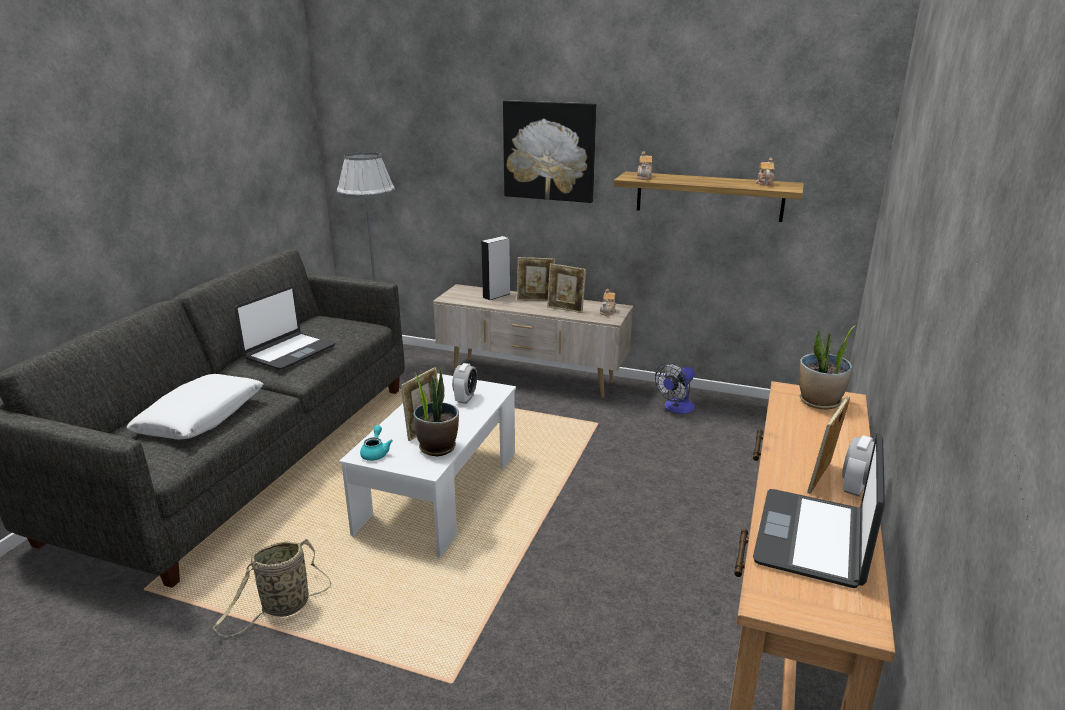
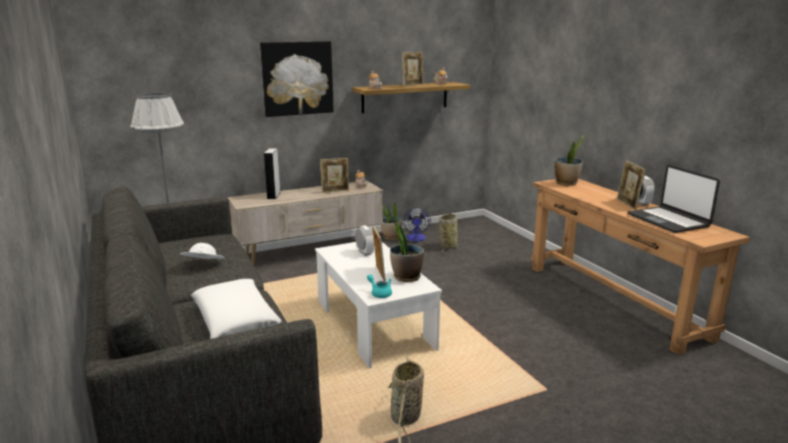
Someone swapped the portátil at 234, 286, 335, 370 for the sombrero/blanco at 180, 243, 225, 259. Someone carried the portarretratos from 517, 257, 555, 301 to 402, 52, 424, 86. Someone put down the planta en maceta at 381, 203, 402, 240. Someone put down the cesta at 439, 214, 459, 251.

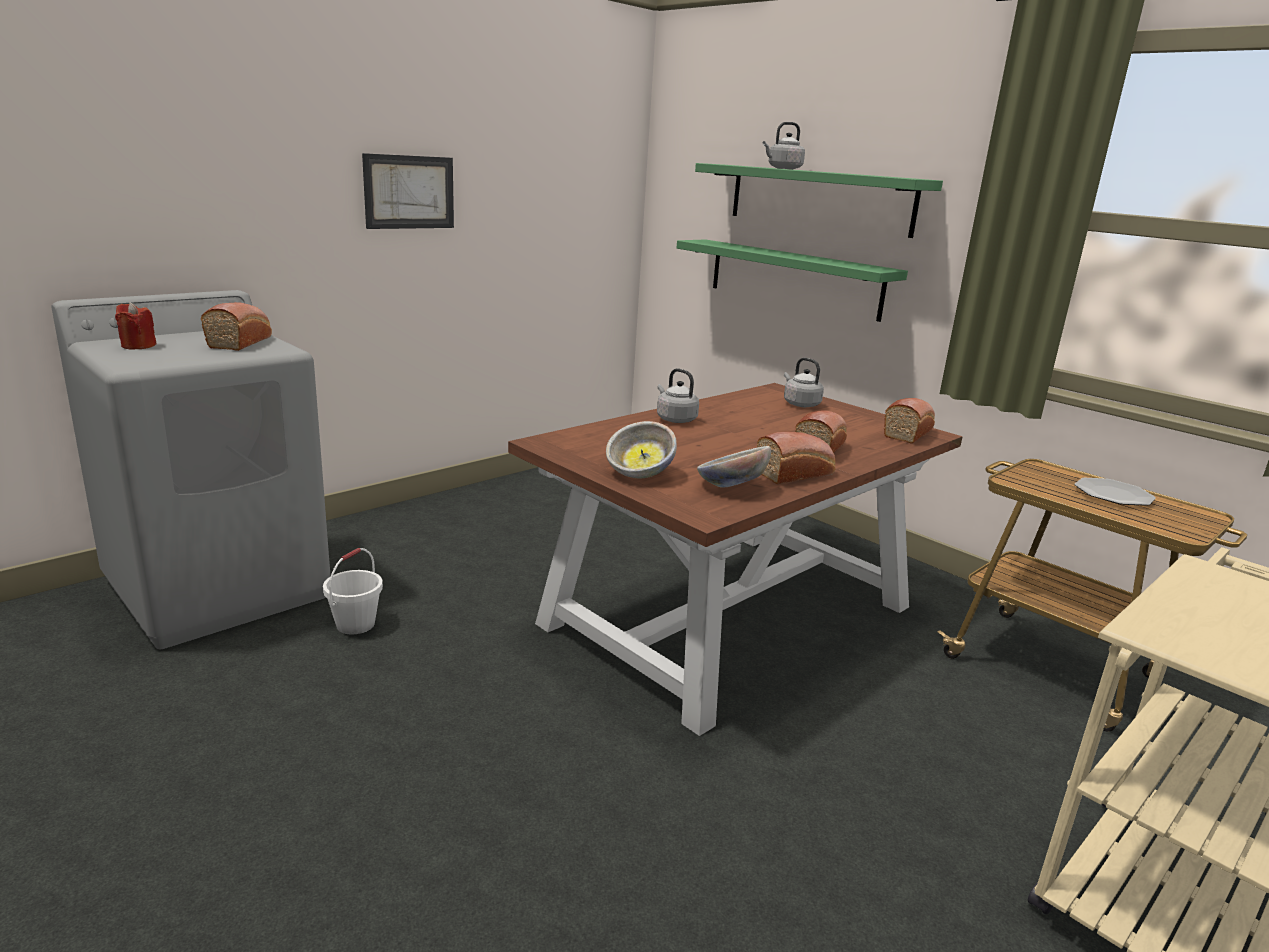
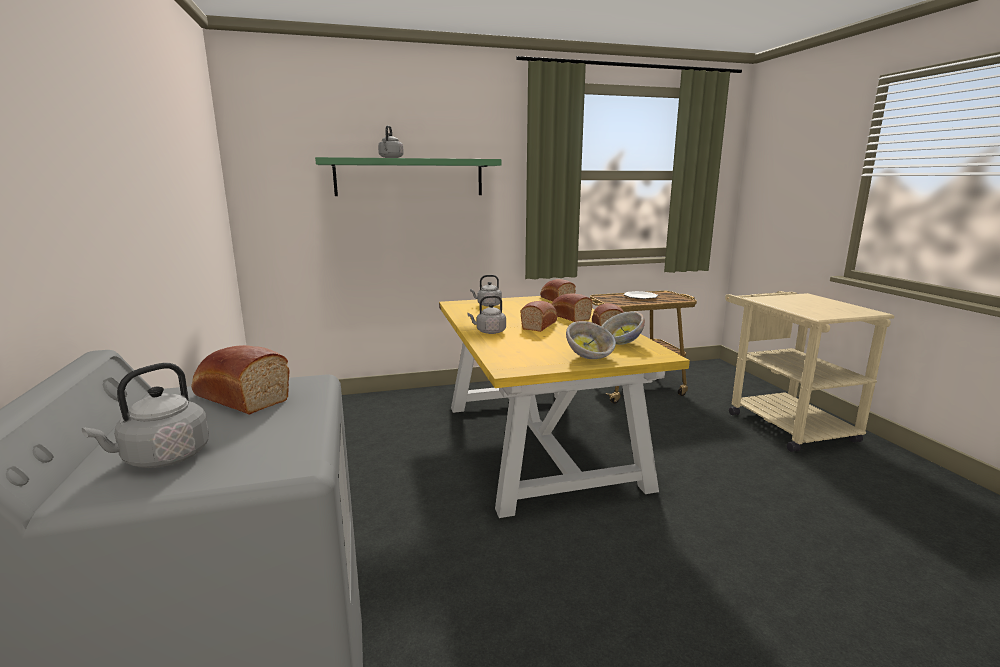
Someone swapped the vela/rojo at 115, 302, 157, 349 for the hervidor/gris at 82, 363, 209, 468. Someone took away the cubo/blanco at 323, 548, 383, 635. Someone took away the cuadro at 362, 153, 454, 229. Someone repainted the mesa de comedor/marrón at 508, 383, 963, 736, which became the mesa de comedor/amarillo at 439, 296, 690, 518. Someone took away the estante/verde at 677, 239, 908, 322. Someone put down the pan at 521, 301, 557, 332.

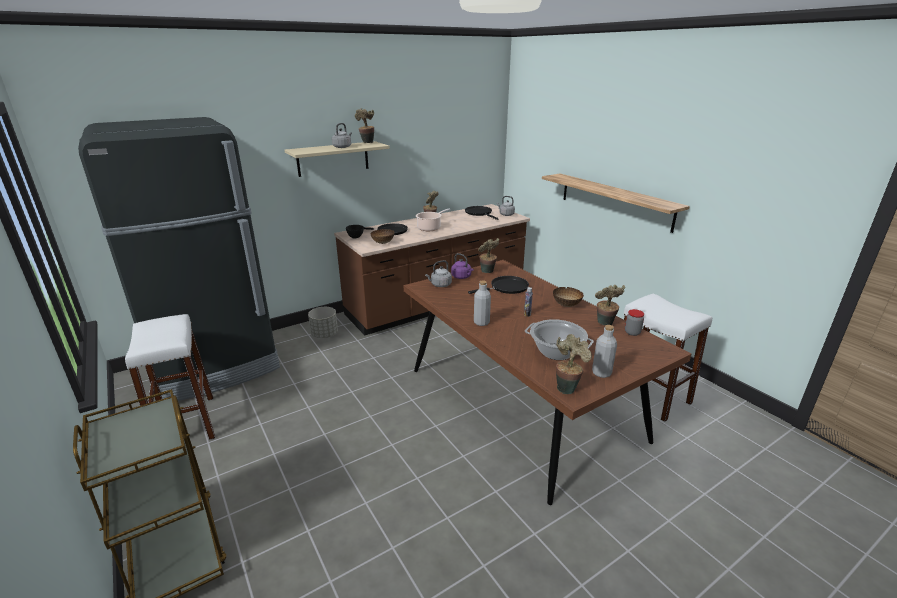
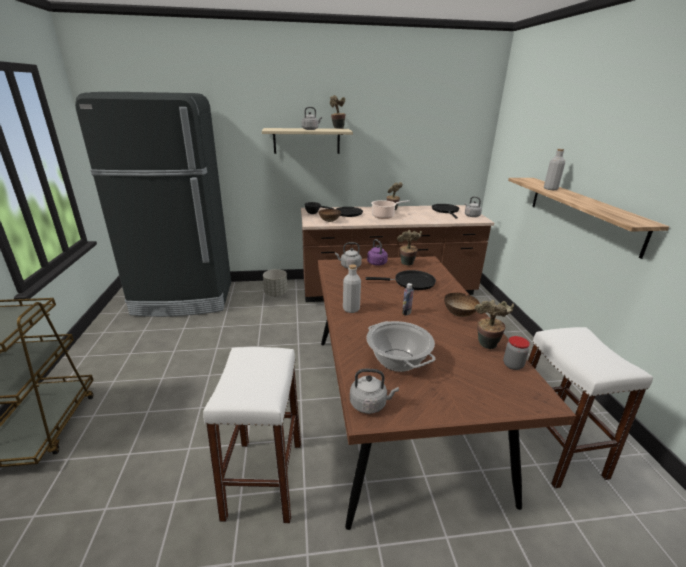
Someone carried the taburete/blanco from 125, 314, 215, 440 to 203, 347, 301, 523. Someone swapped the planta en maceta at 556, 334, 592, 394 for the hervidor/gris at 350, 369, 399, 414. Someone carried the botella/gris from 592, 325, 617, 378 to 544, 149, 565, 190.

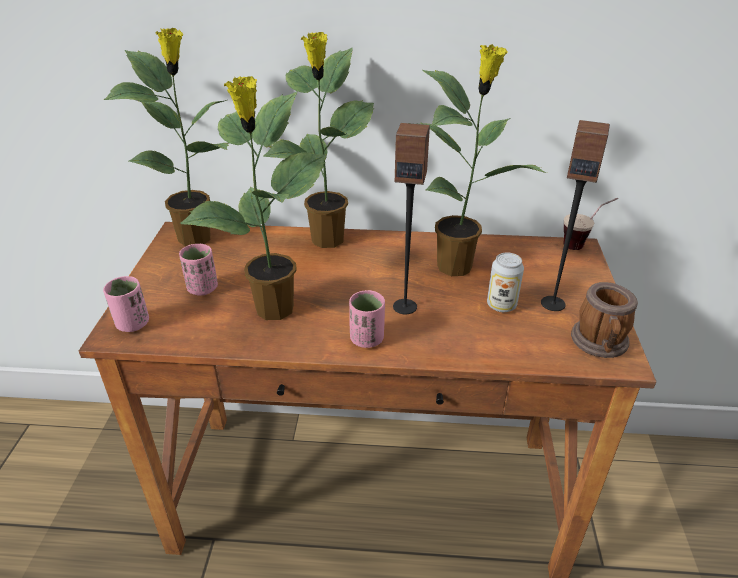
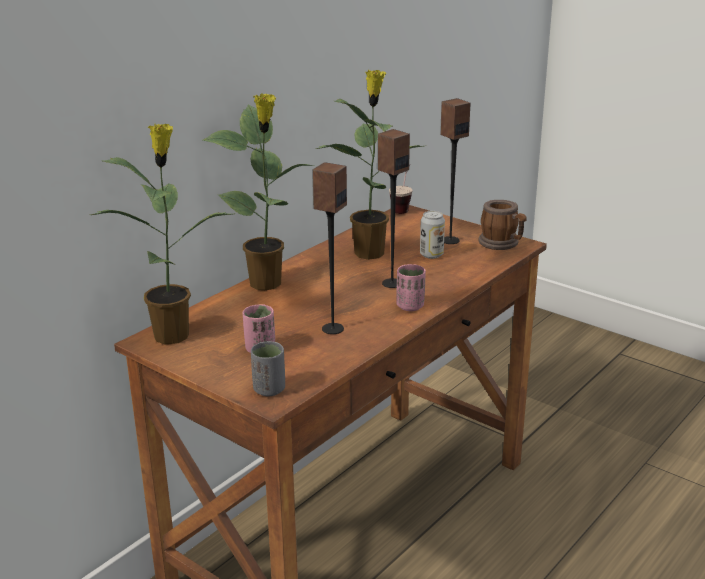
Someone repainted the taza/rosa at 103, 276, 149, 332, which became the taza/gris at 251, 341, 285, 396. Someone swapped the planta en maceta at 180, 76, 327, 320 for the altavoz at 312, 162, 347, 334.

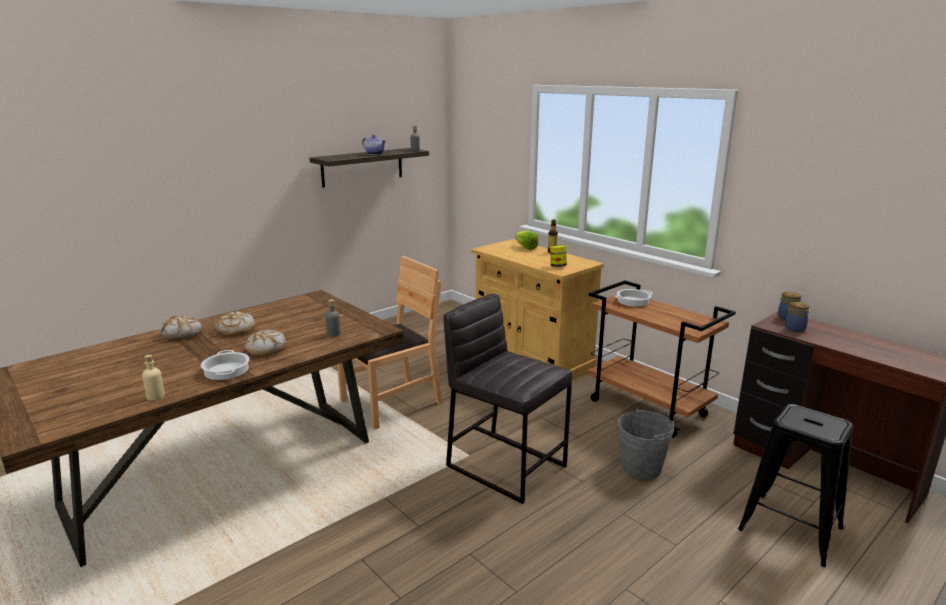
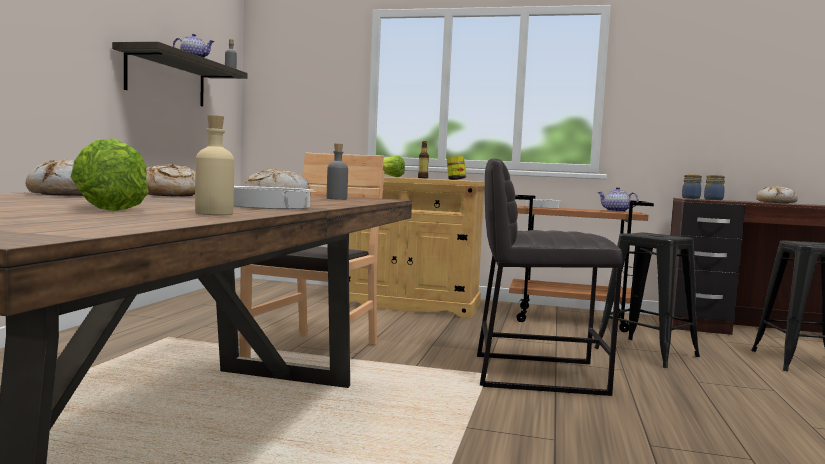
Someone swapped the cubo/gris at 618, 409, 674, 480 for the taburete/negro at 594, 233, 700, 368. Someone put down the lechuga at 71, 139, 149, 211. Someone put down the tetera at 597, 187, 638, 212. Someone put down the pan at 756, 186, 798, 204.

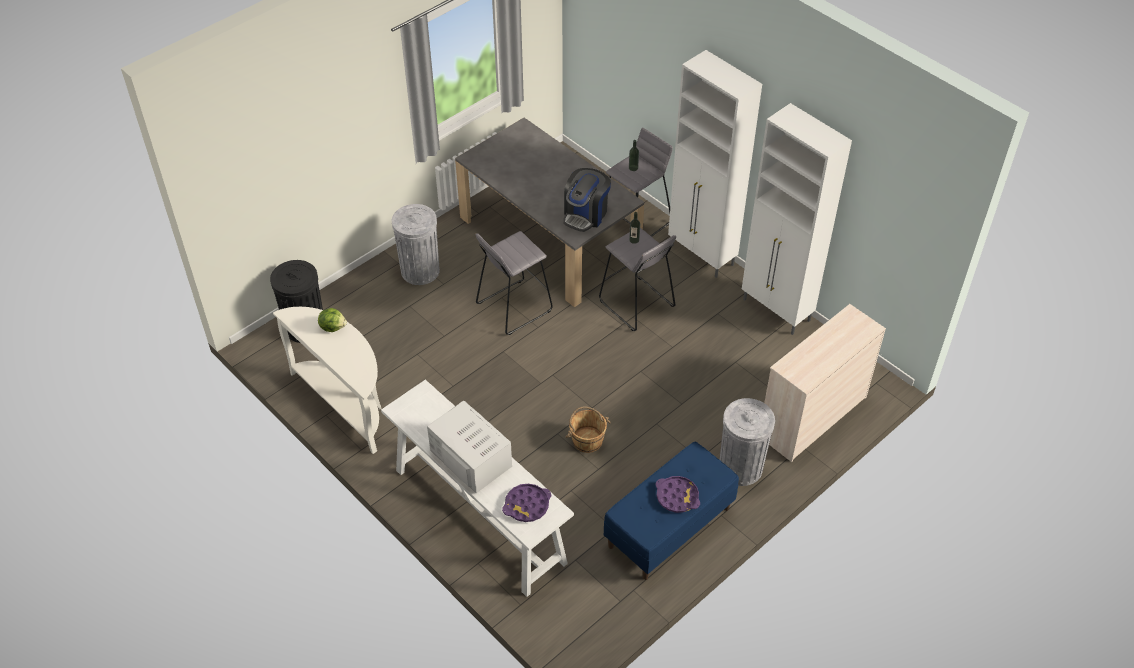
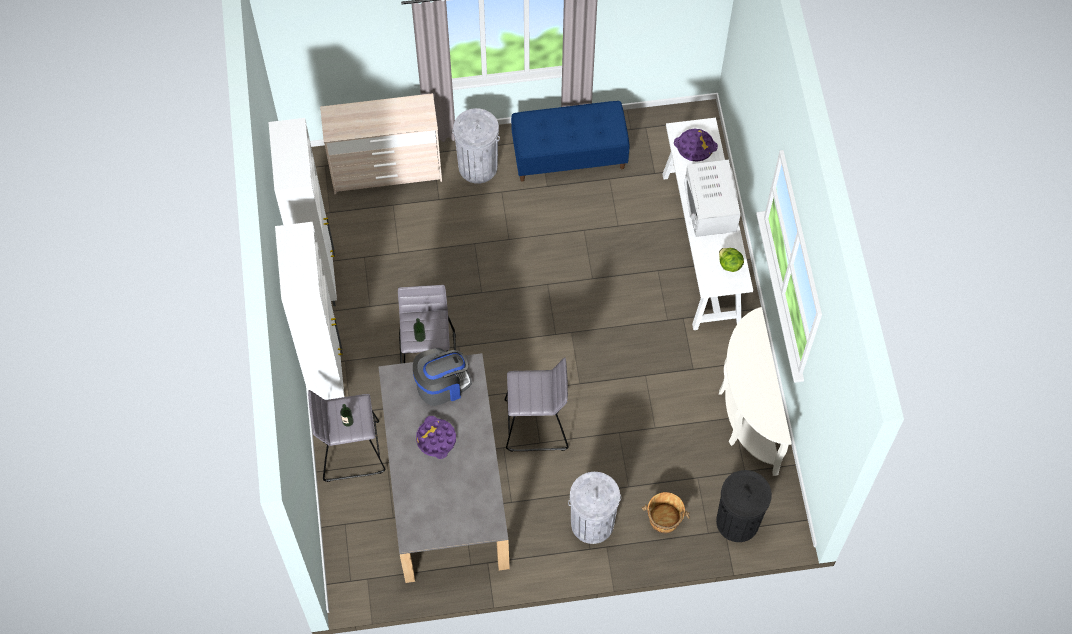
Someone carried the lechuga from 318, 308, 347, 332 to 719, 248, 744, 272. Someone carried the cubo/marrón from 566, 406, 611, 453 to 641, 492, 690, 533. Someone carried the bandeja/morado from 656, 476, 700, 513 to 416, 416, 456, 459.

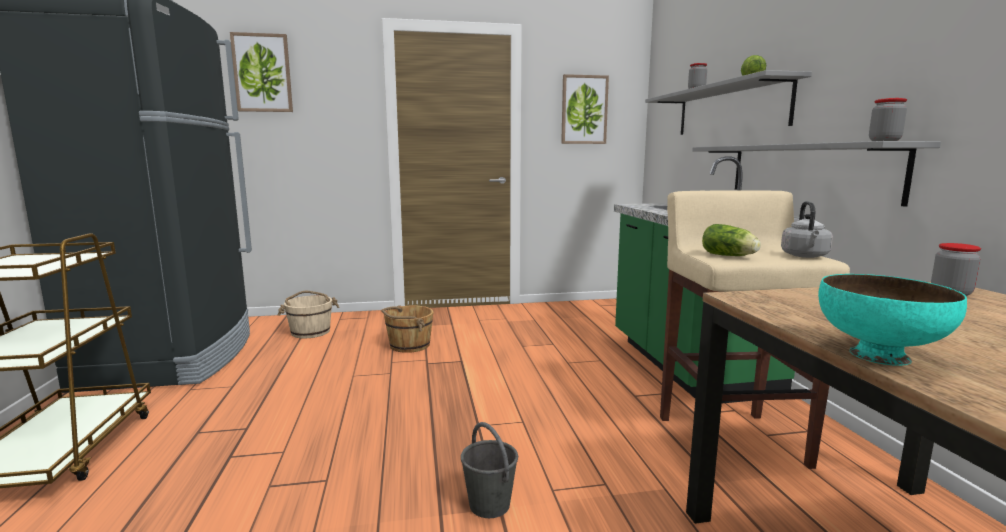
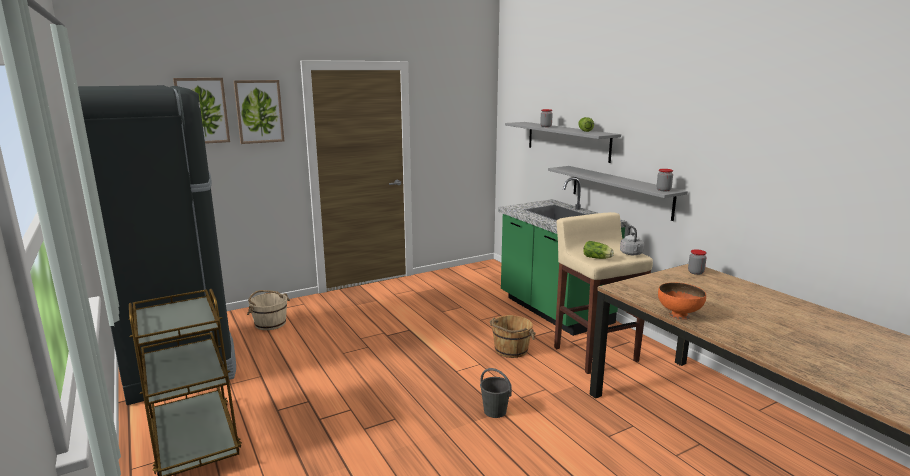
Someone carried the cubo/marrón from 381, 305, 433, 353 to 490, 315, 536, 358. Someone carried the cuadro from 561, 74, 609, 144 to 234, 80, 284, 144. Someone repainted the cuenco/turquesa at 818, 274, 967, 366, which became the cuenco/naranja at 658, 282, 706, 320.

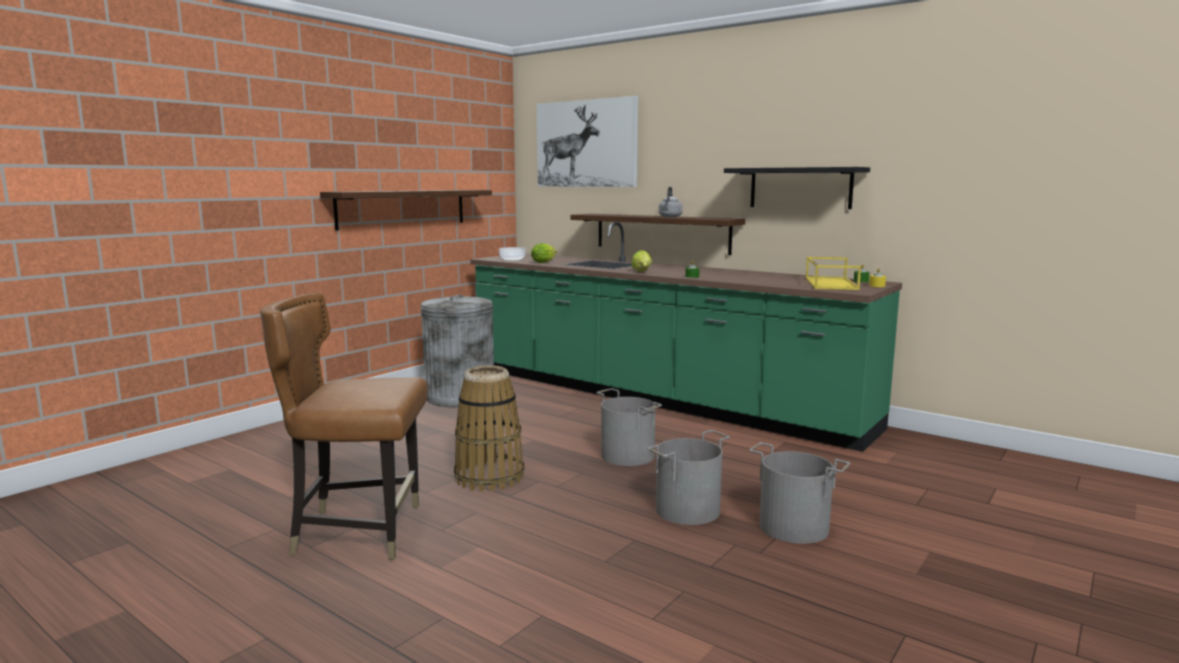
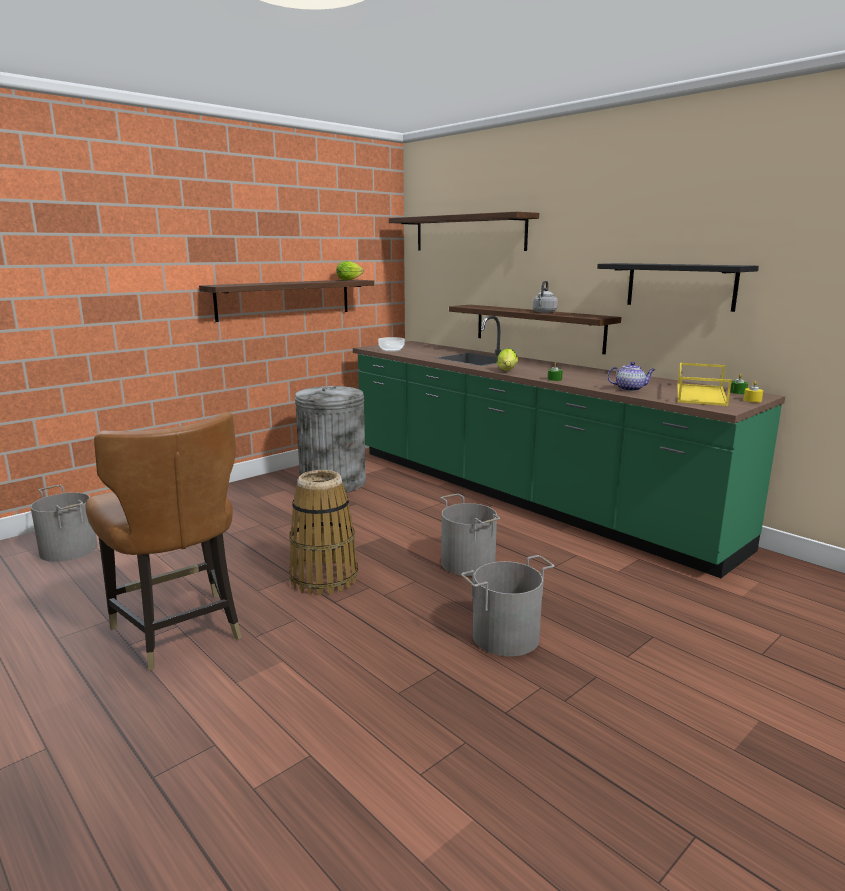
Someone rotated the silla/marrón at 260, 293, 428, 560 by 135 degrees counterclockwise. Someone carried the lechuga from 531, 243, 557, 263 to 336, 261, 364, 280. Someone swapped the cuadro at 537, 96, 638, 187 for the estante at 389, 212, 539, 251. Someone carried the cubo/gris from 749, 443, 850, 544 to 31, 485, 97, 562. Someone put down the tetera at 607, 362, 655, 391.

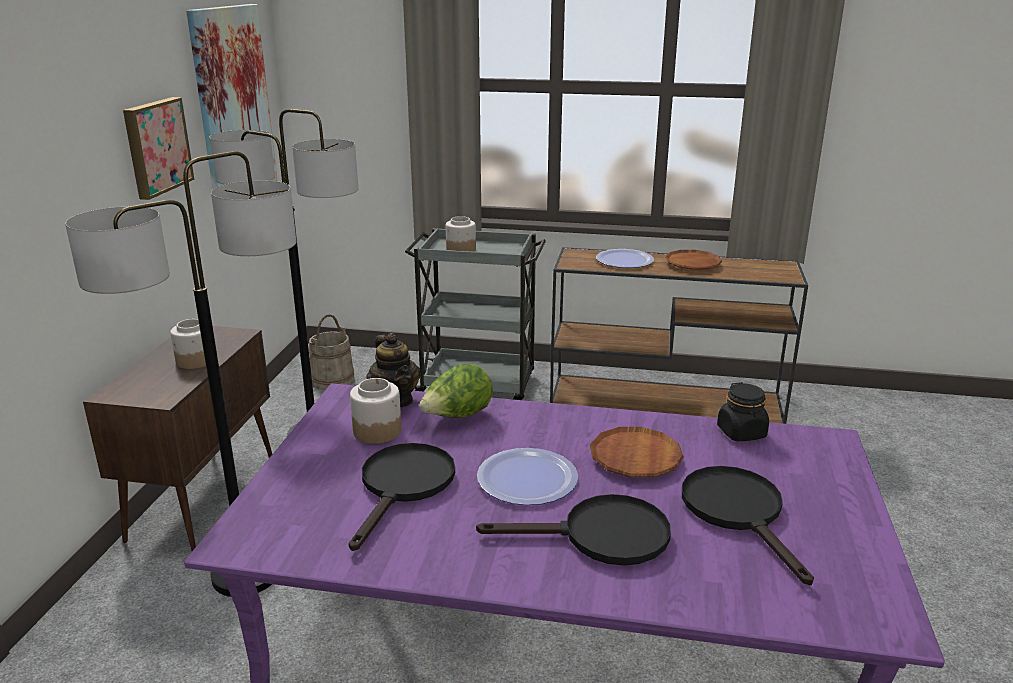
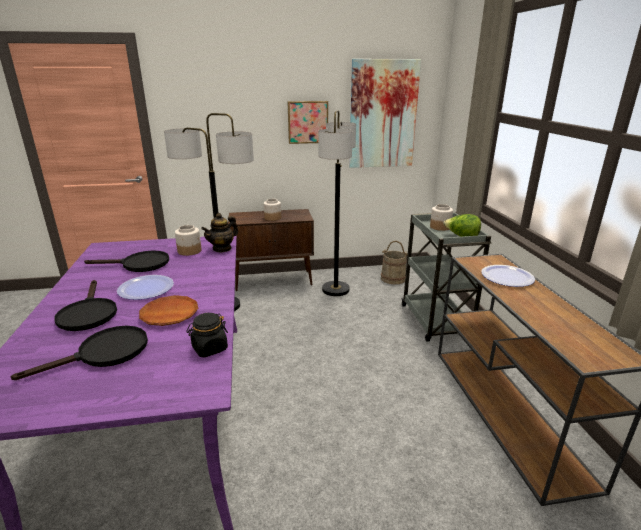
Someone carried the lechuga from 419, 364, 493, 418 to 444, 214, 481, 237. Someone took away the plato/marrón at 665, 250, 722, 270.

